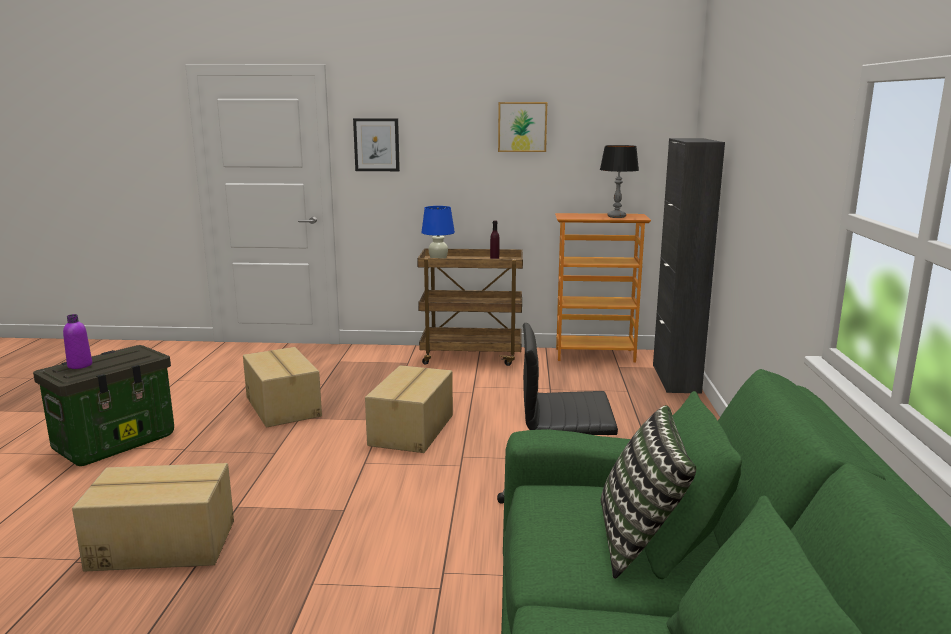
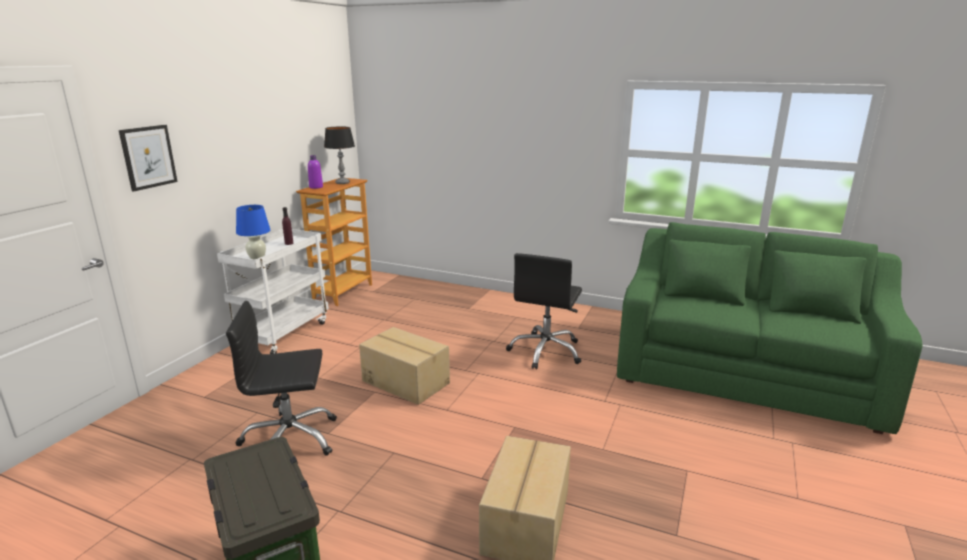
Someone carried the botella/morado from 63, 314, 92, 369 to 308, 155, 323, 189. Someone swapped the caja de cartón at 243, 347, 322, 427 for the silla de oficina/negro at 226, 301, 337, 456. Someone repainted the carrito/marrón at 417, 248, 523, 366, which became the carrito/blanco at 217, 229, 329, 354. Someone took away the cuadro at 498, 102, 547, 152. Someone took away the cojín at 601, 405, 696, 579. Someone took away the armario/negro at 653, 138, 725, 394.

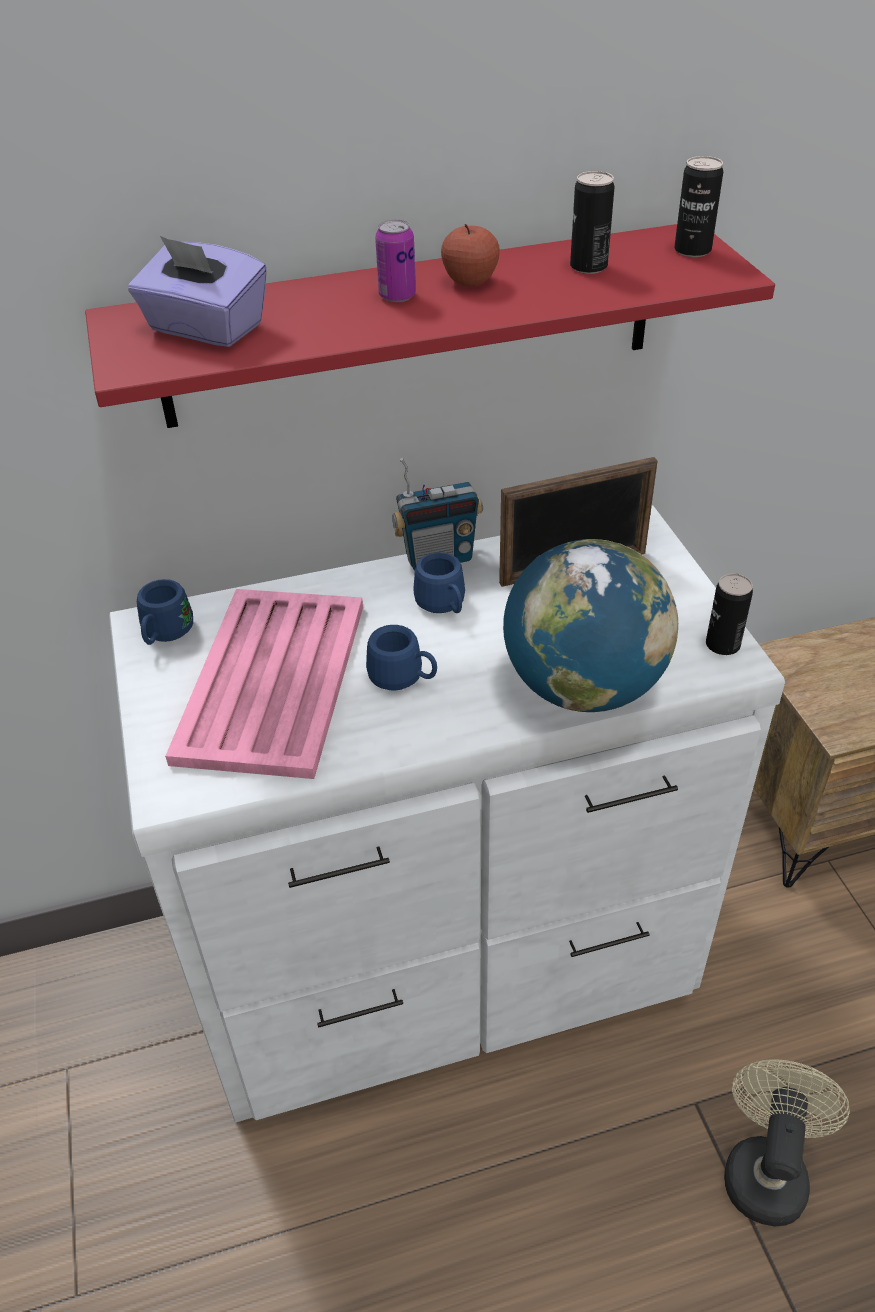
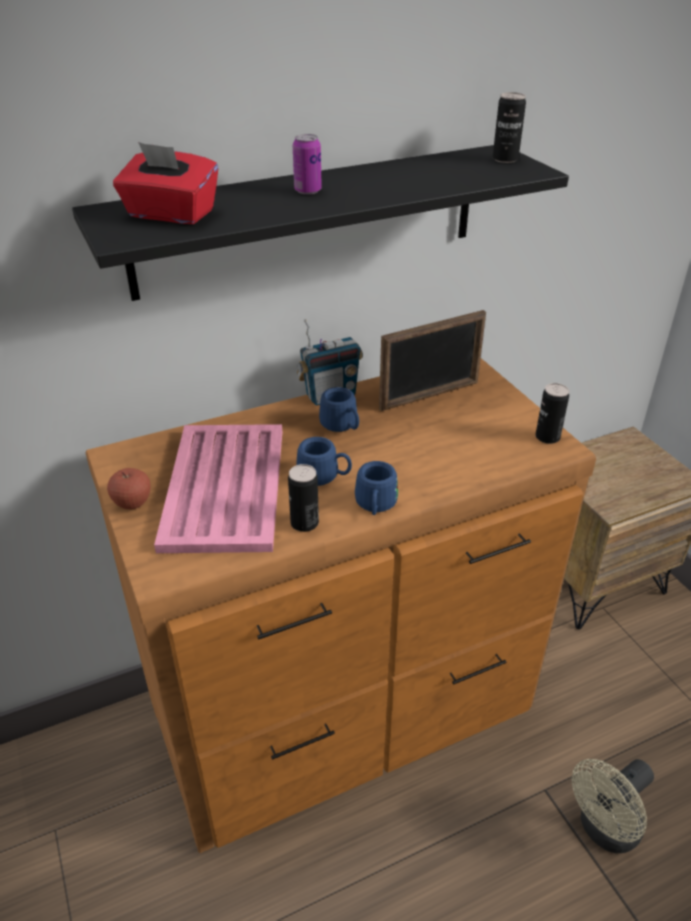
Someone repainted the estante/rojo at 85, 224, 775, 428, which became the estante/negro at 72, 145, 569, 301. Someone repainted the cómoda/blanco at 109, 506, 785, 1122, which became the cómoda/marrón at 86, 358, 596, 853. Someone repainted the caja de pañuelos/morado at 128, 236, 267, 347, which became the caja de pañuelos/rojo at 113, 142, 218, 224. Someone carried the taza grande/azul from 137, 579, 193, 645 to 355, 461, 398, 515. Someone carried the manzana from 441, 224, 500, 287 to 107, 468, 151, 509. Someone took away the globo terráqueo at 503, 539, 678, 712. Someone carried the lata from 570, 171, 615, 274 to 288, 464, 319, 532. Someone rotated the ventilador/beis at 724, 1059, 850, 1227 by 135 degrees counterclockwise.

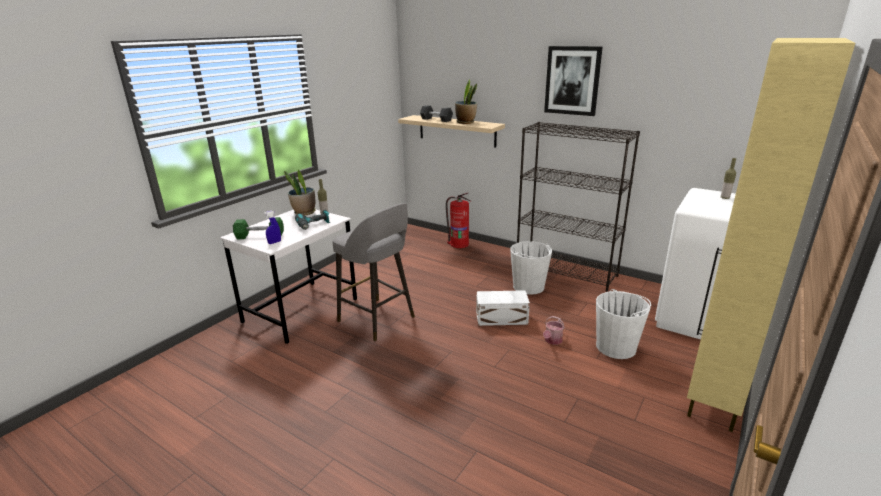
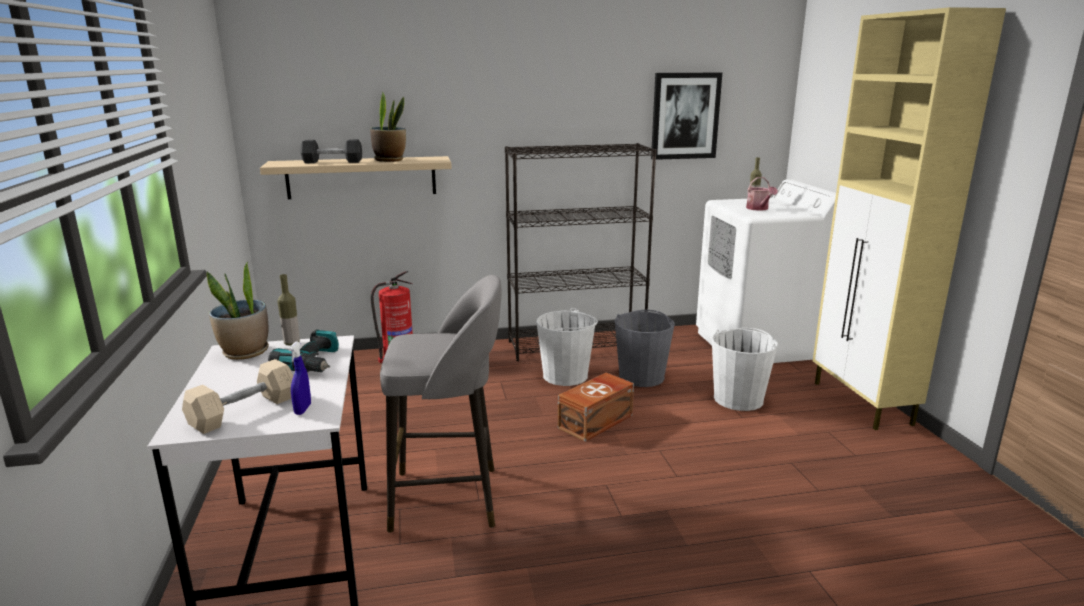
Someone repainted the mancuerna/verde at 233, 217, 284, 240, which became the mancuerna/beis at 182, 359, 293, 434. Someone repainted the caja de almacenaje/blanco at 476, 290, 530, 326, which became the caja de almacenaje/marrón at 558, 373, 634, 442. Someone carried the regadera from 543, 316, 565, 345 to 746, 177, 778, 211. Someone carried the cuadro from 544, 46, 603, 116 to 651, 73, 722, 160. Someone put down the cubo/gris at 615, 310, 675, 387.

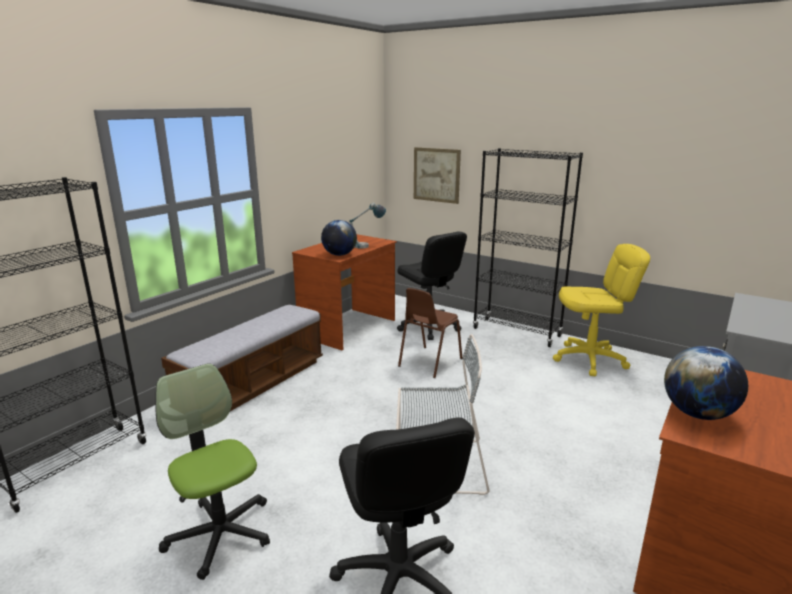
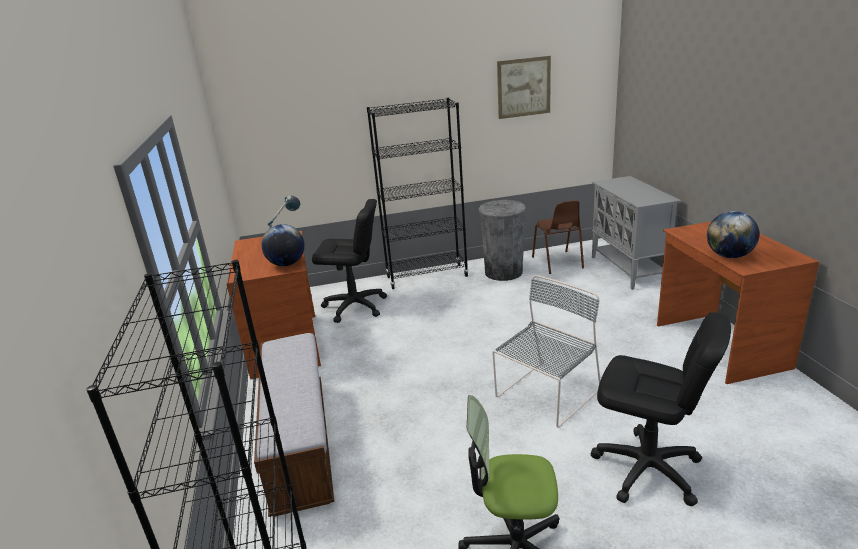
Someone carried the silla/marrón from 398, 288, 462, 378 to 532, 200, 584, 274. Someone carried the cuadro from 414, 147, 461, 204 to 497, 56, 551, 119. Someone swapped the silla de oficina/amarillo at 553, 244, 650, 376 for the papelera/gris at 478, 200, 526, 281.

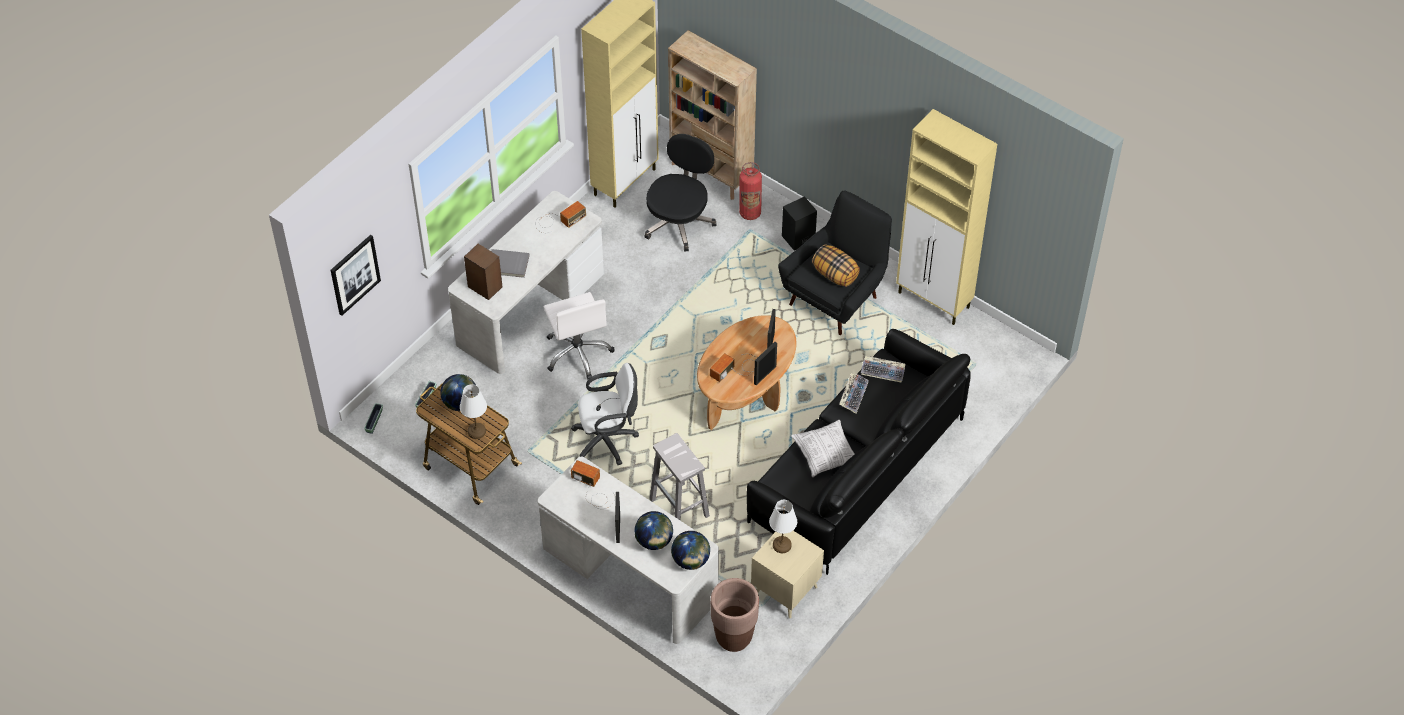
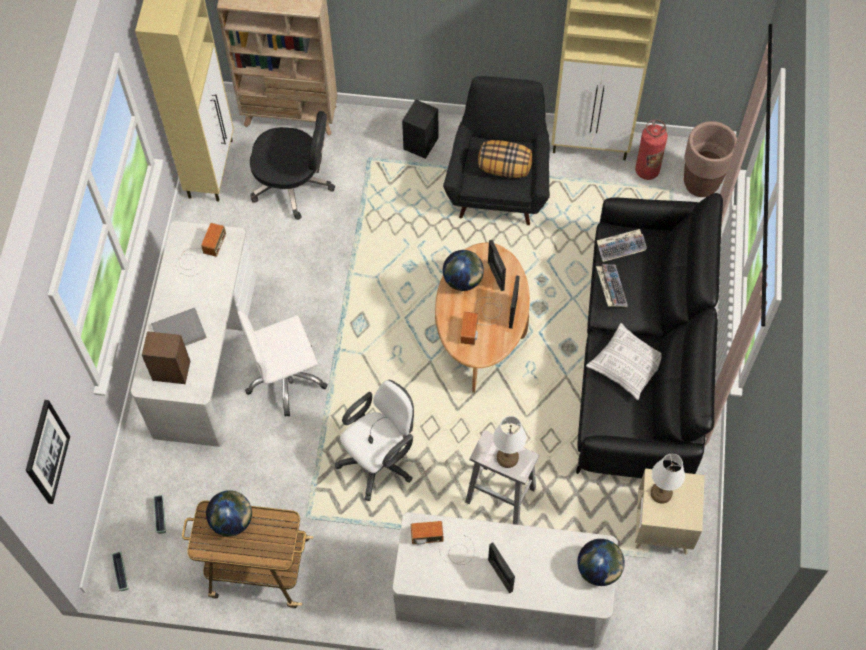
Someone carried the lámpara de mesa/blanco from 460, 384, 487, 439 to 493, 416, 526, 468. Someone rotated the silla de oficina/blanco at 544, 292, 614, 379 by 120 degrees clockwise. Someone carried the globo terráqueo from 635, 511, 673, 550 to 443, 250, 484, 291. Someone rotated the silla de oficina/negro at 644, 134, 717, 252 by 105 degrees clockwise. Someone carried the maceta/marrón from 710, 578, 759, 652 to 684, 121, 737, 197. Someone carried the extintor from 739, 162, 762, 220 to 635, 119, 668, 180.

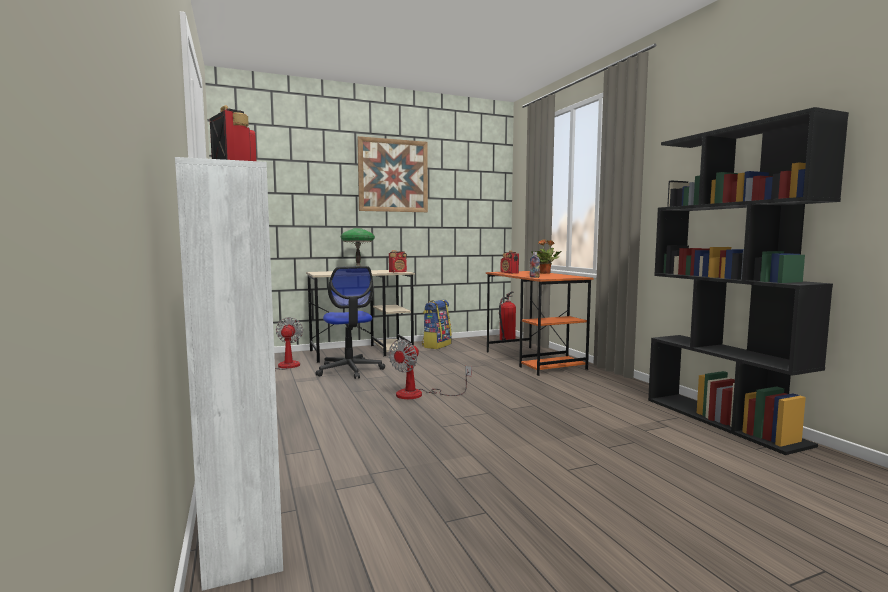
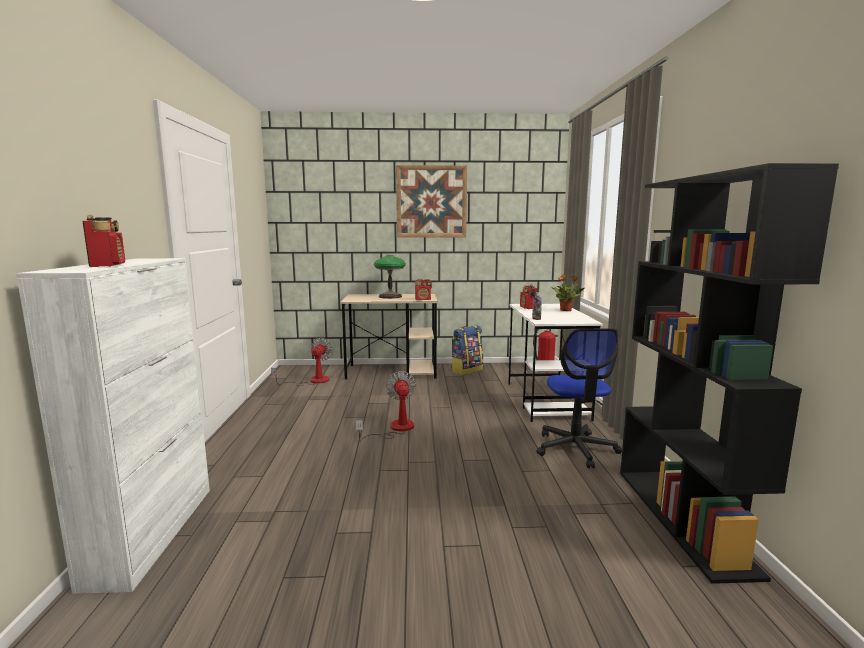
Someone carried the silla de oficina from 316, 266, 385, 379 to 537, 328, 622, 468. Someone rotated the ventilador at 389, 339, 472, 399 by 120 degrees clockwise. Someone repainted the escritorio/naranja at 486, 271, 594, 376, which became the escritorio/blanco at 508, 304, 603, 422.

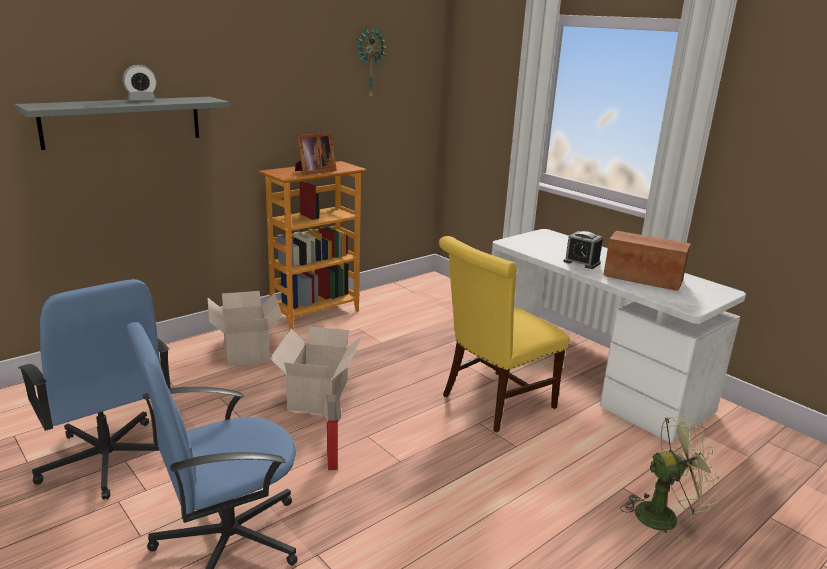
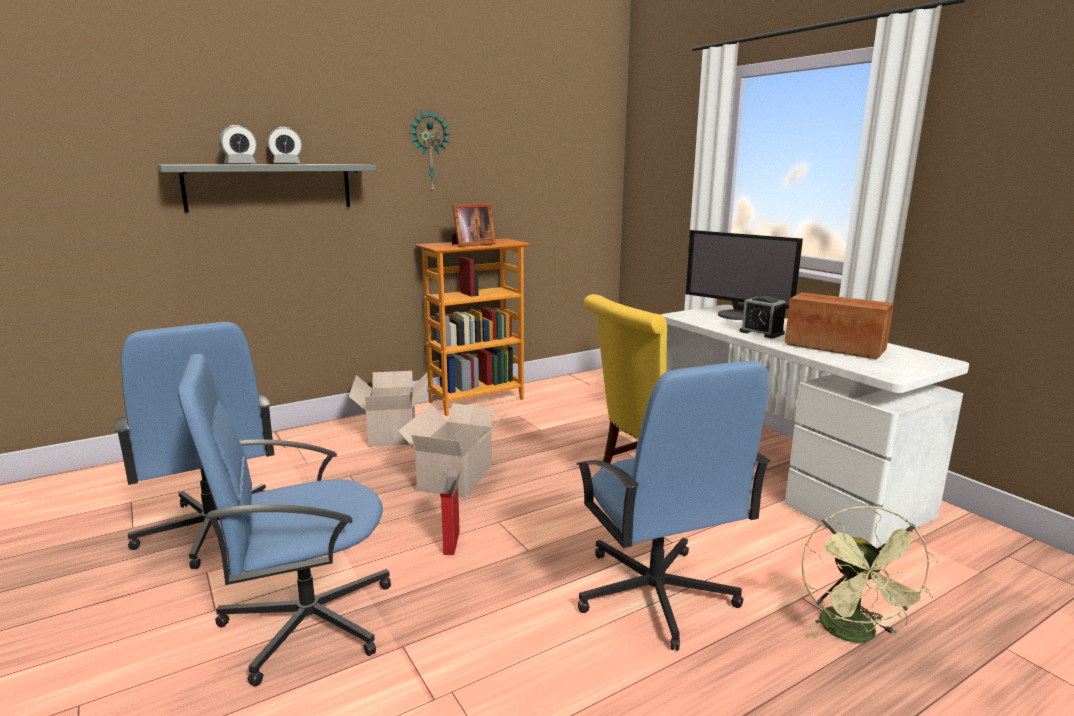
Someone carried the reloj de pared from 356, 26, 387, 99 to 410, 109, 450, 194. Someone rotated the ventilador/verde at 620, 416, 719, 543 by 90 degrees clockwise. Someone put down the despertador at 219, 125, 257, 163. Someone put down the silla de oficina/azul at 576, 361, 770, 651. Someone put down the monitor at 686, 230, 803, 320.

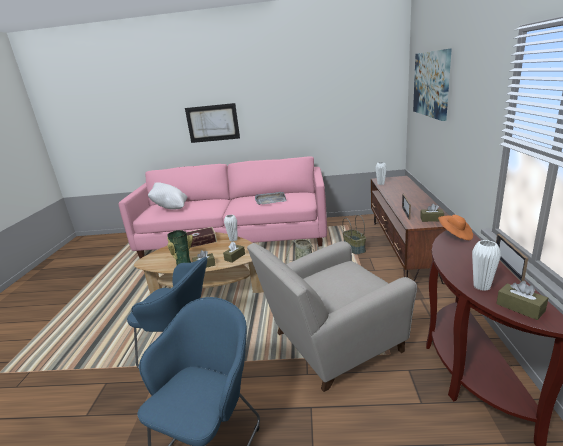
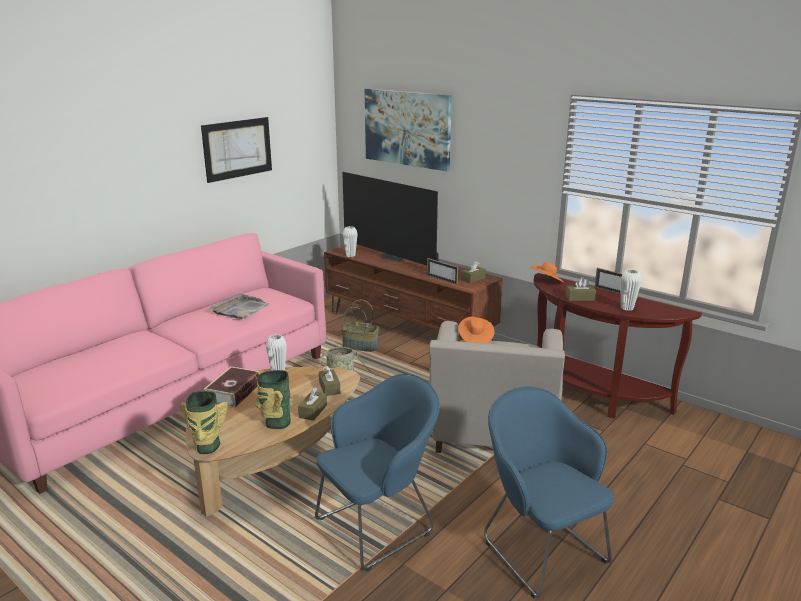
Someone took away the cojín/blanco at 148, 182, 187, 210. Someone carried the cuadro from 185, 103, 240, 143 to 201, 117, 272, 183. Someone carried the caja de pañuelos/marrón from 496, 281, 548, 320 to 565, 277, 596, 301. Someone put down the florero at 180, 391, 228, 454. Someone put down the televisor at 342, 172, 439, 266. Someone put down the sombrero/naranja at 458, 317, 495, 343.

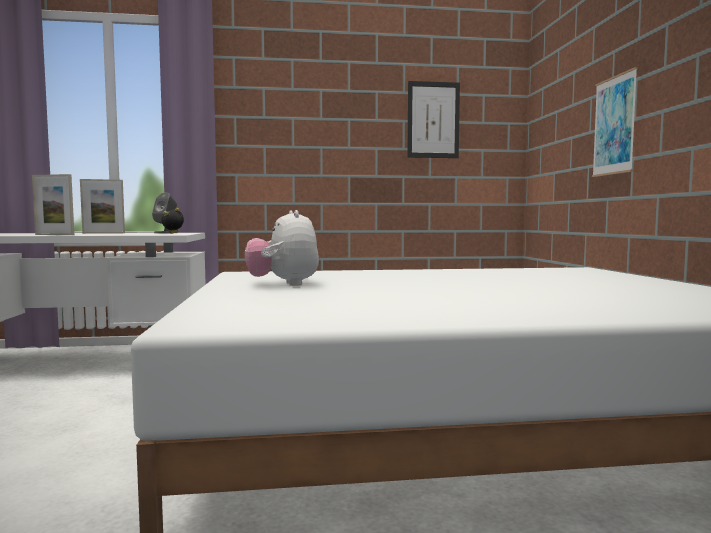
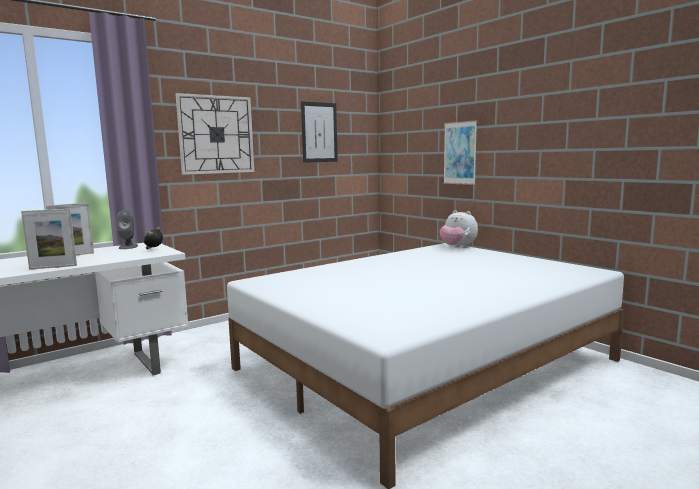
Someone carried the peluche from 245, 210, 319, 286 to 440, 210, 478, 248. Someone put up the reloj de pared at 175, 93, 254, 175.

